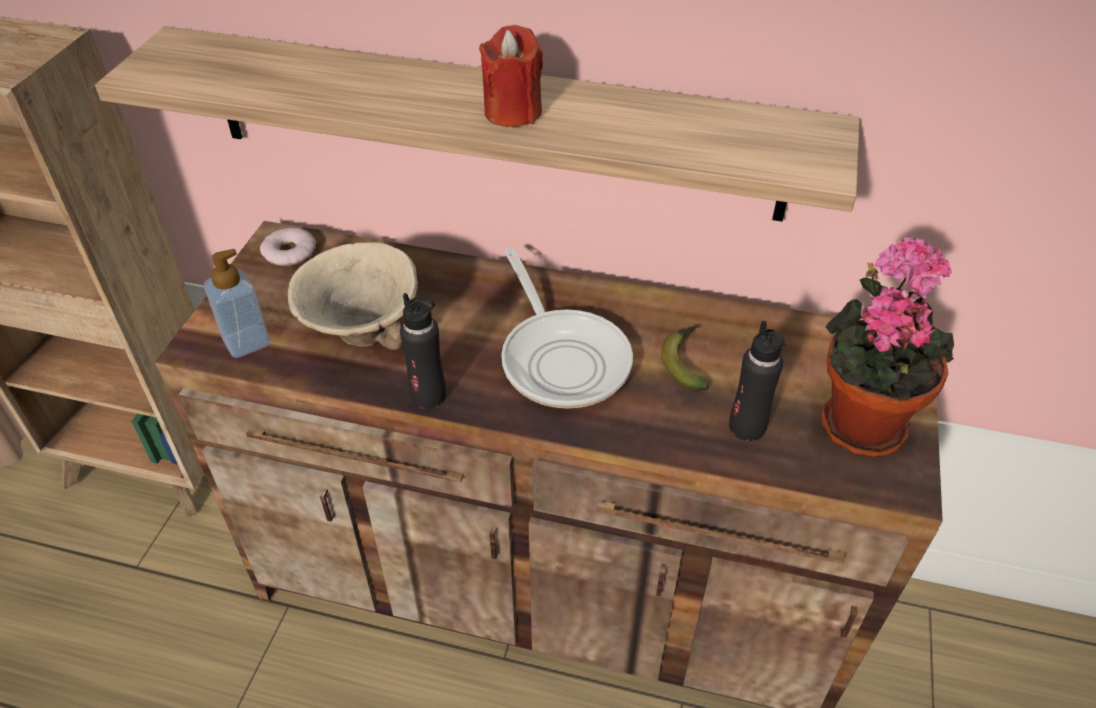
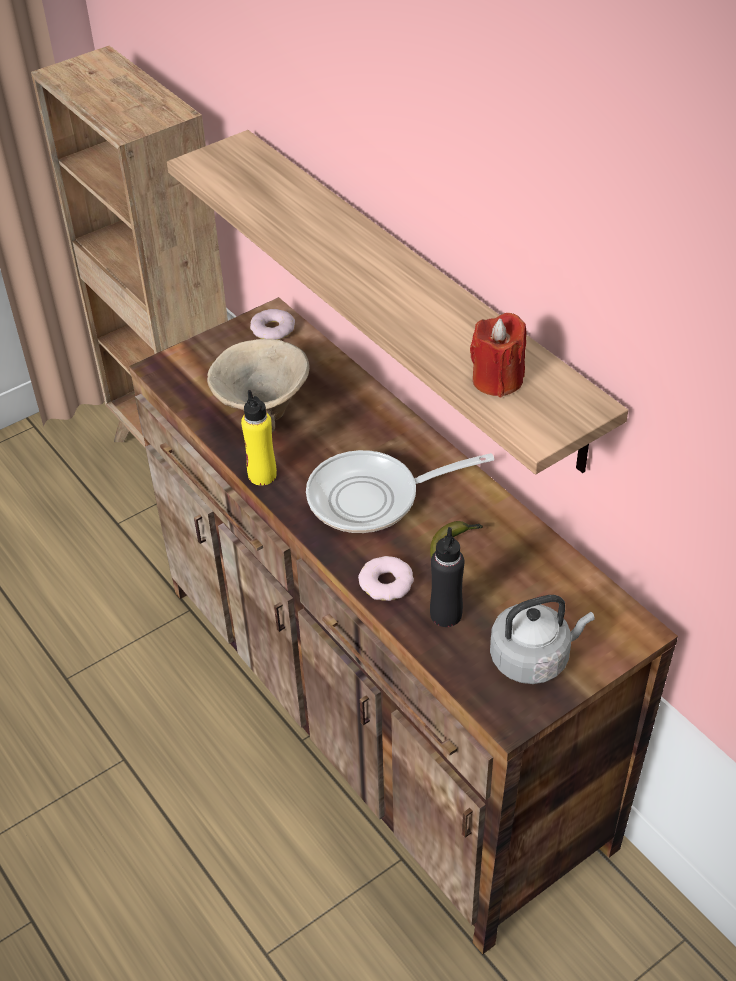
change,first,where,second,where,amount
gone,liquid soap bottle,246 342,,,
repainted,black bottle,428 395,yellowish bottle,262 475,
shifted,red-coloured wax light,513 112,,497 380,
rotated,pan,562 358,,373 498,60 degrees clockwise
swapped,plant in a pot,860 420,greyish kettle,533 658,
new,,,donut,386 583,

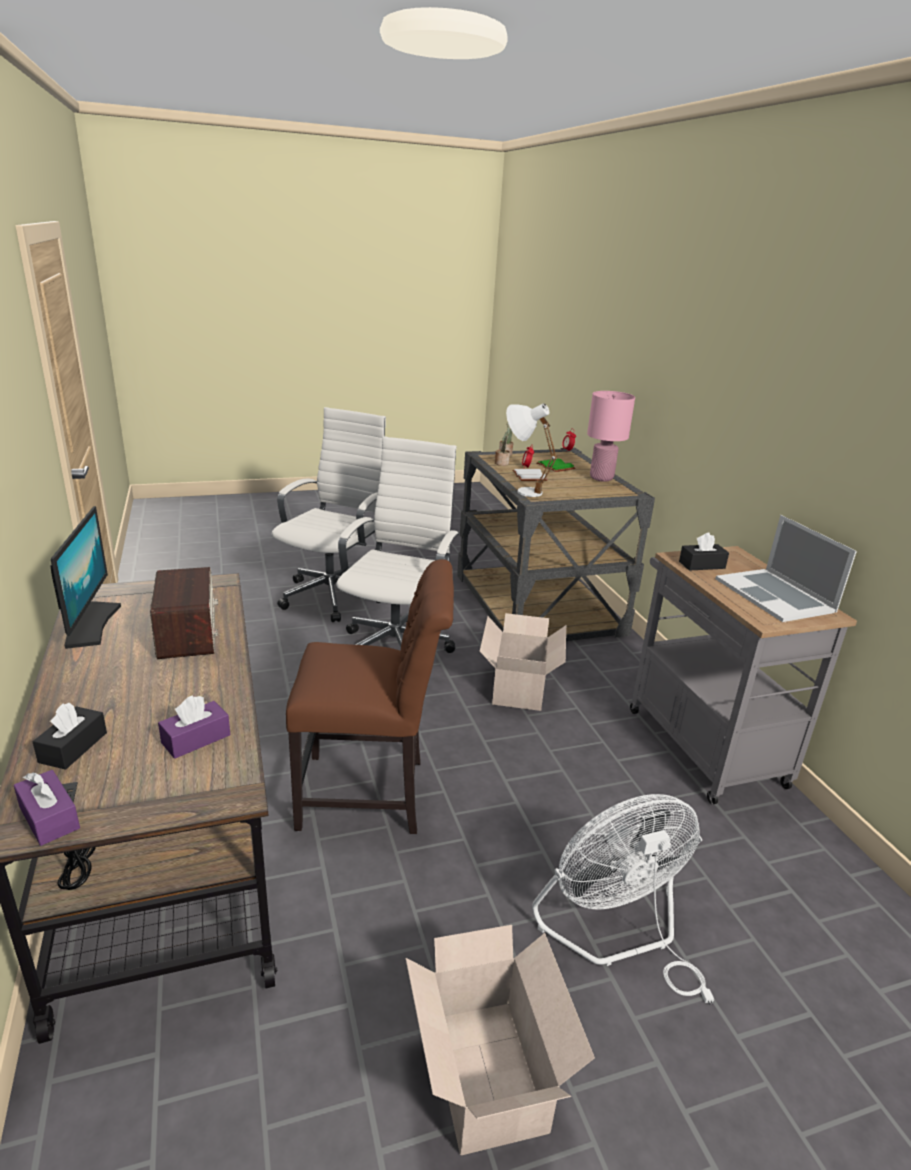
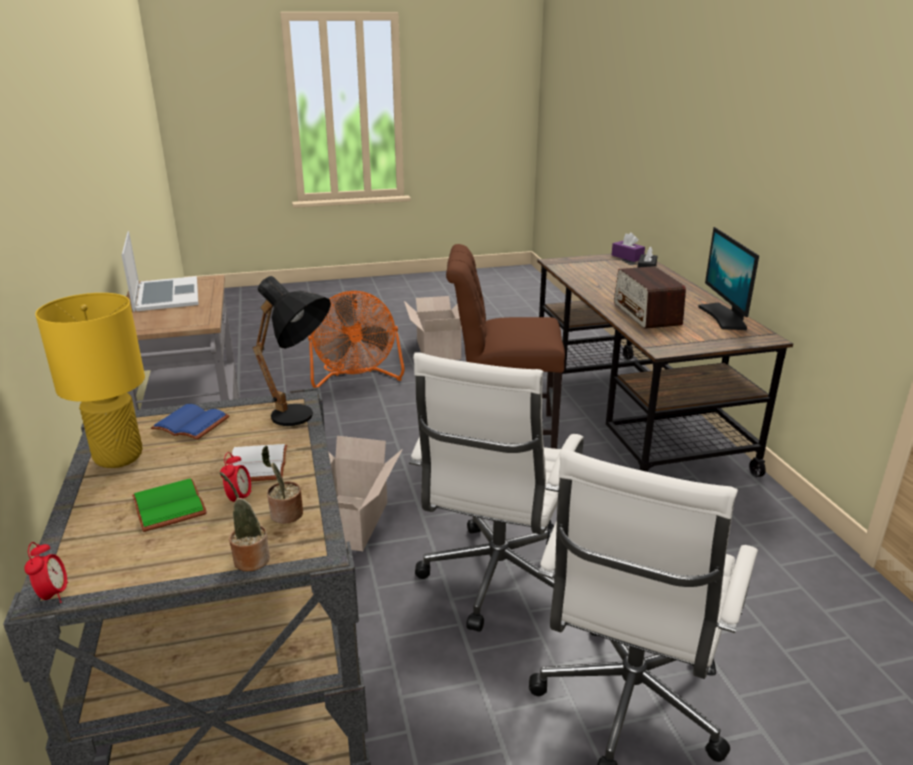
change,first,where,second,where,amount
gone,purplish tissue holder,196 739,,,
repainted,whitish lamp for a table,522 490,black lamp for a table,301 421,
repainted,whitish fan,627 934,orangey fan,352 378,
repainted,pinkish lamp for a table,600 479,yellowish lamp for a table,120 460,
gone,black tissue holder,702 565,,,
new,,,blue book,193 423,

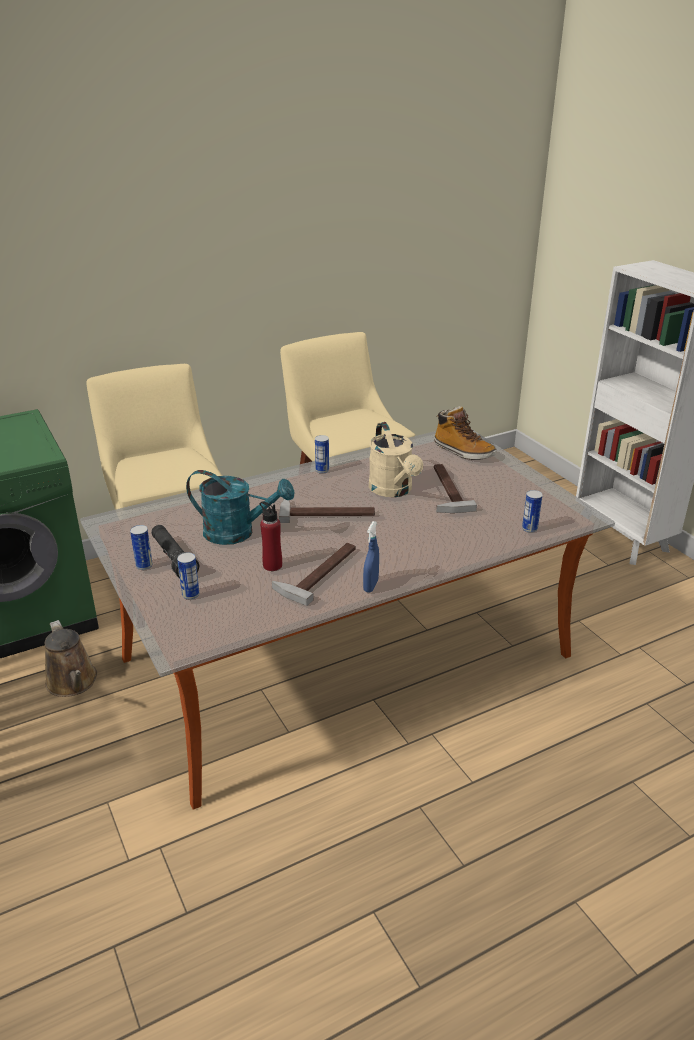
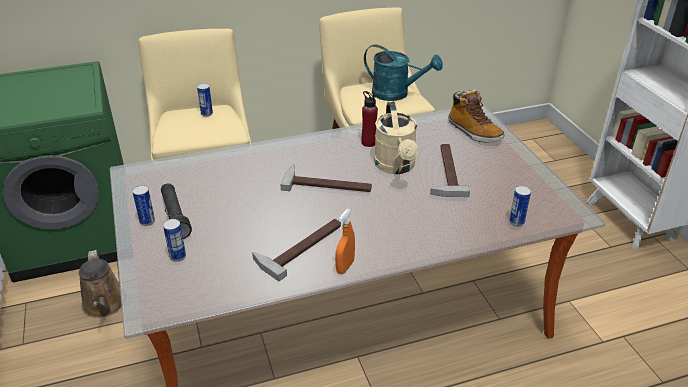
change,first,where,second,where,amount
shifted,turquoise sprinkling can,238 533,,397 94,
shifted,red-coloured bottle,272 565,,368 142,
shifted,metal can,322 470,,207 113,
repainted,blue sprayer,371 586,orangey sprayer,345 267,

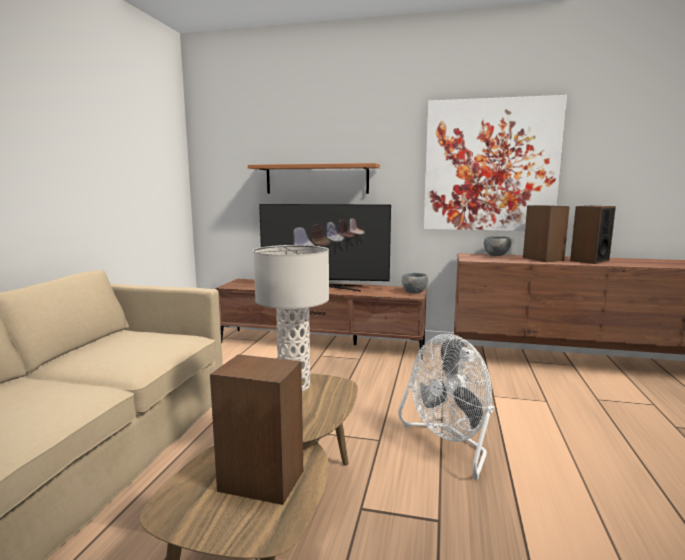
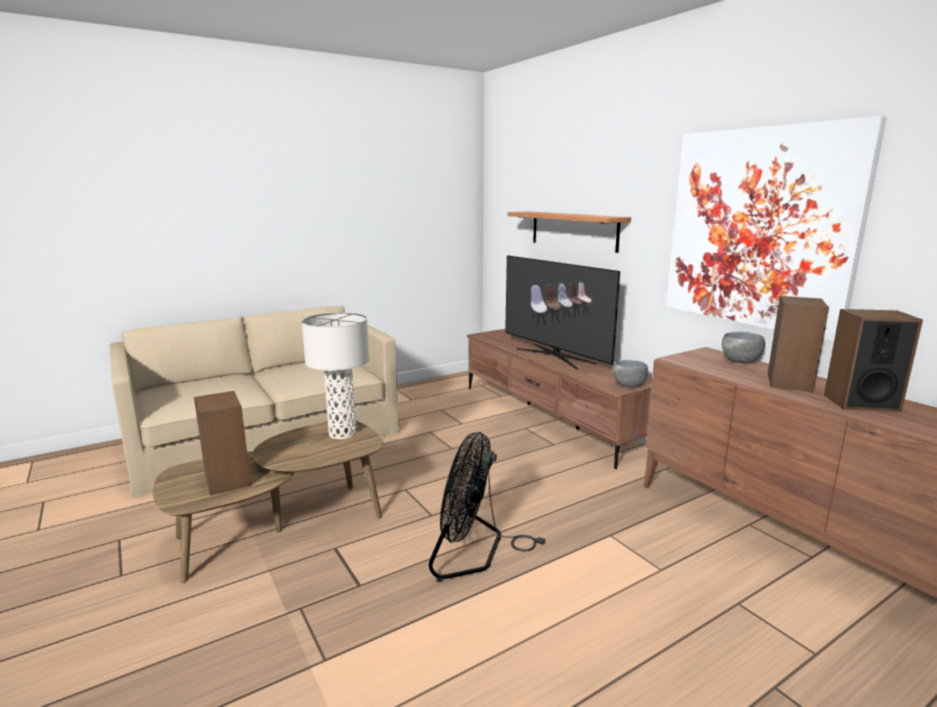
change,first,where,second,where,amount
repainted,whitish fan,451 442,black fan,479 547,

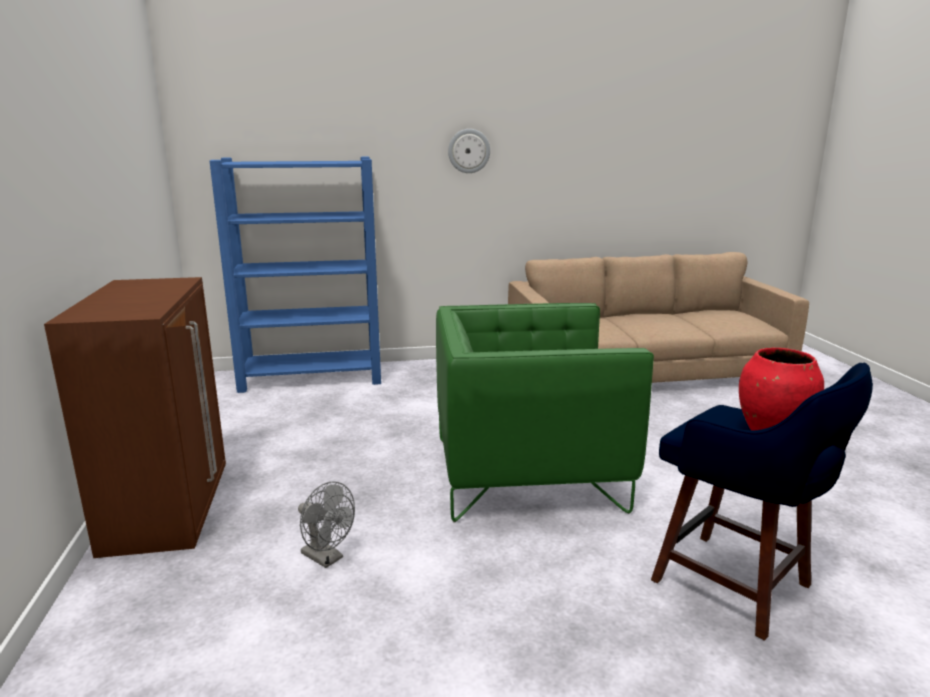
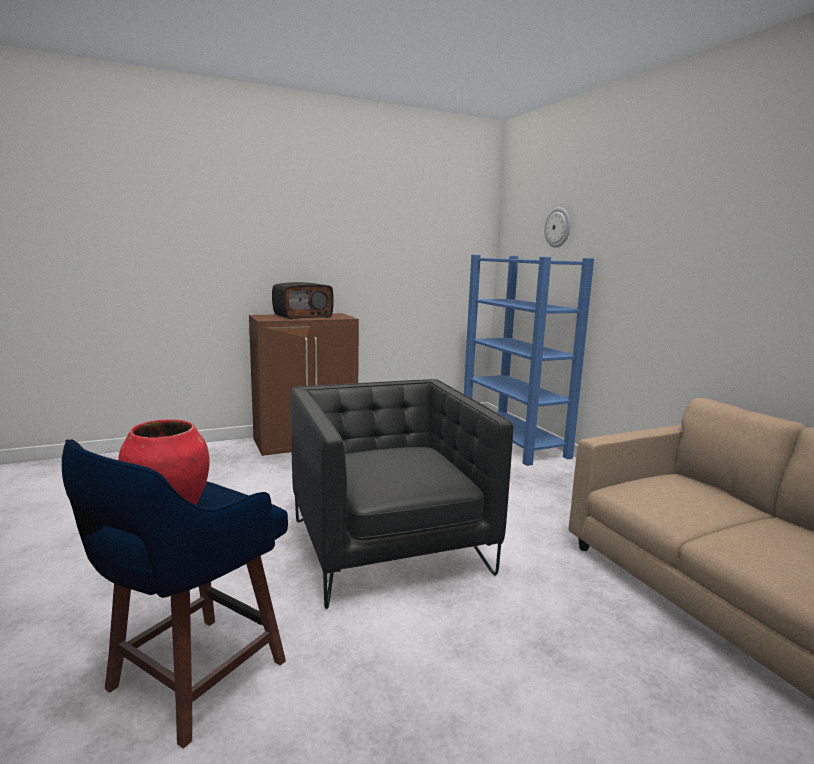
change,first,where,second,where,amount
gone,greyish fan,327 558,,,
repainted,green armchair,528 473,black armchair,388 548,
shifted,wall clock,469 151,,558 227,
new,,,radio receiver,303 316,

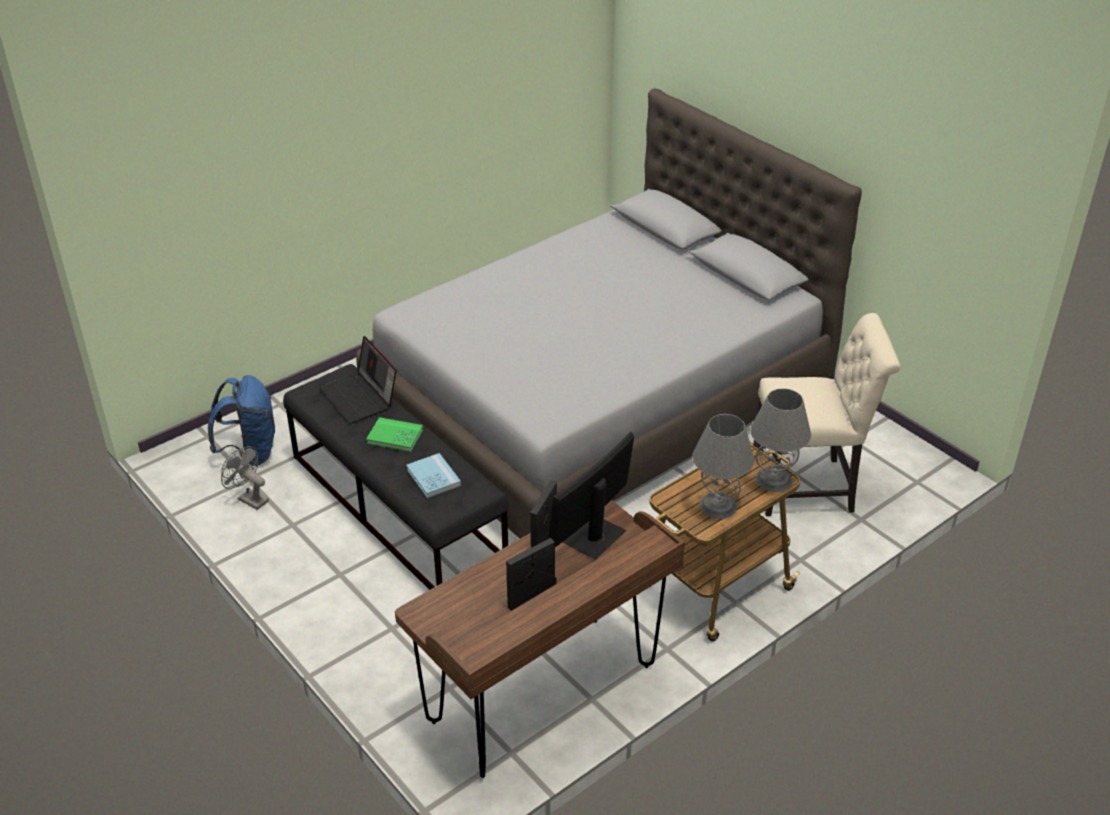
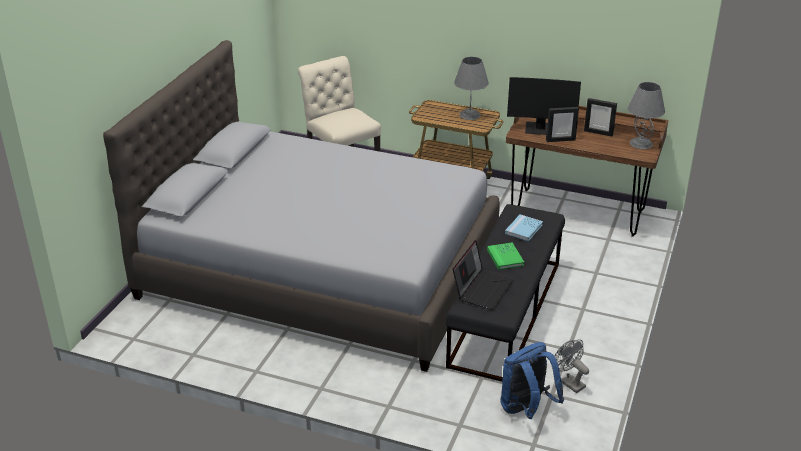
change,first,where,second,where,amount
rotated,greyish fan,249 499,,568 382,135 degrees clockwise
shifted,greyish lamp for a table,773 480,,641 143,

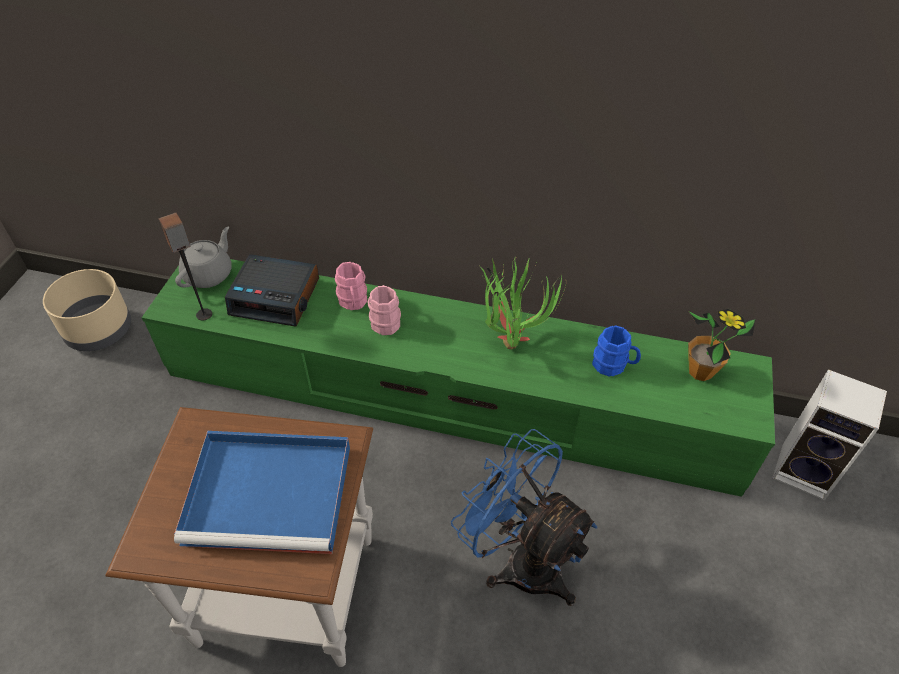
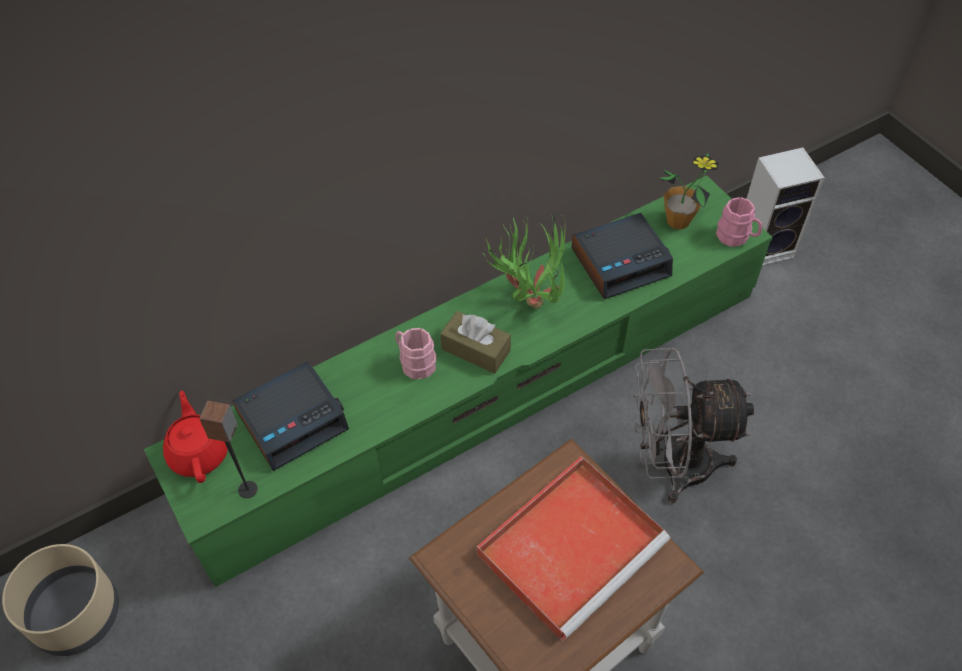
change,first,where,second,where,amount
repainted,blue carrying tray,272 493,red-coloured carrying tray,573 545,
repainted,greyish pot for tea,209 274,red-coloured pot for tea,199 452,
shifted,pinkish mug,353 303,,736 237,
repainted,blue fan,521 560,greyish fan,672 465,
swapped,blue mug,614 365,table clock,621 262,
new,,,brown tissue holder,475 350,

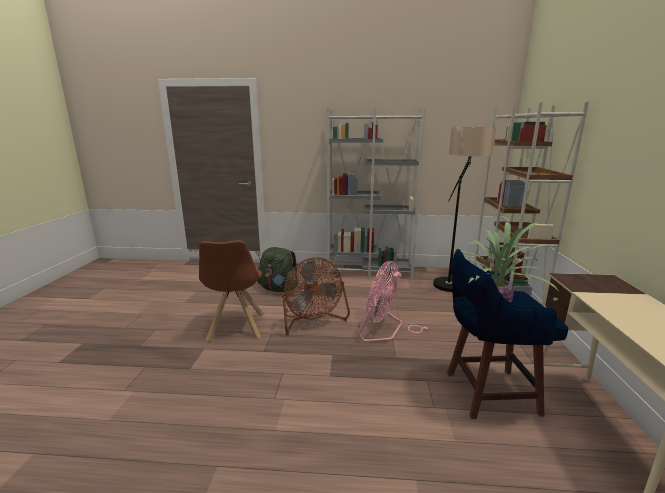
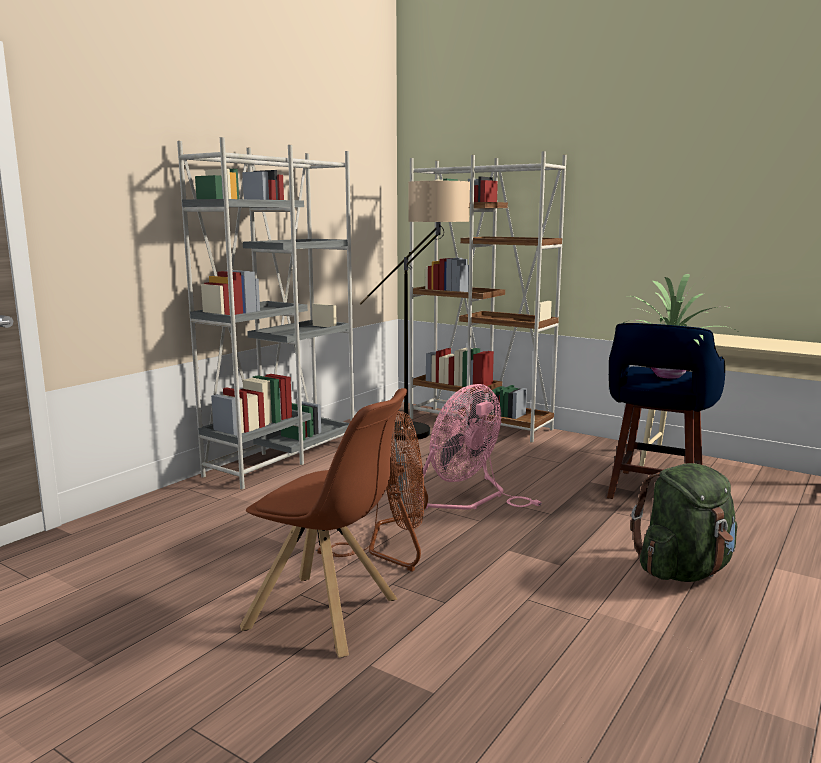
change,first,where,second,where,amount
shifted,green rucksack,278 289,,684 571,
rotated,pinkish fan,388 328,,476 497,75 degrees clockwise

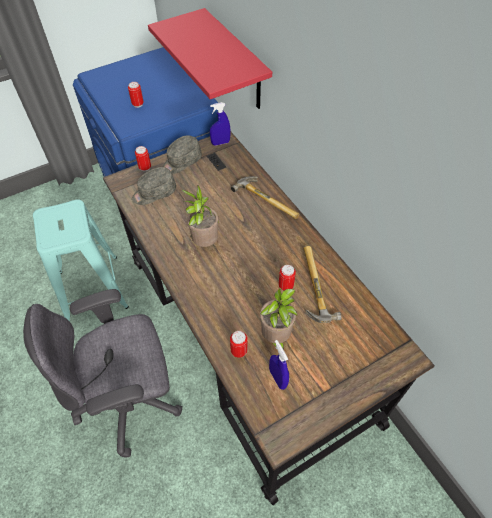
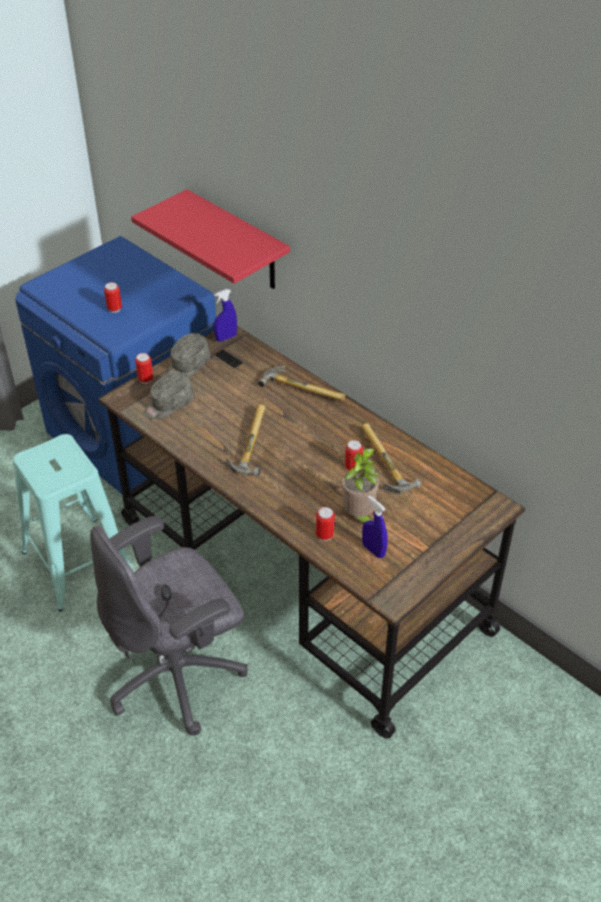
change,first,where,second,where,amount
swapped,plant in a pot,204 242,hand hammer,247 443,

